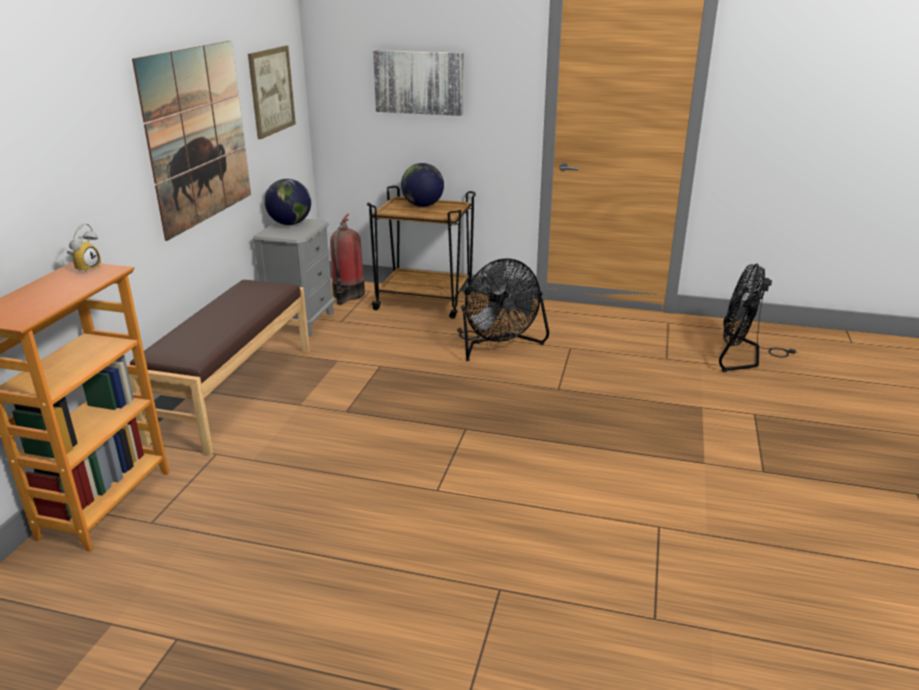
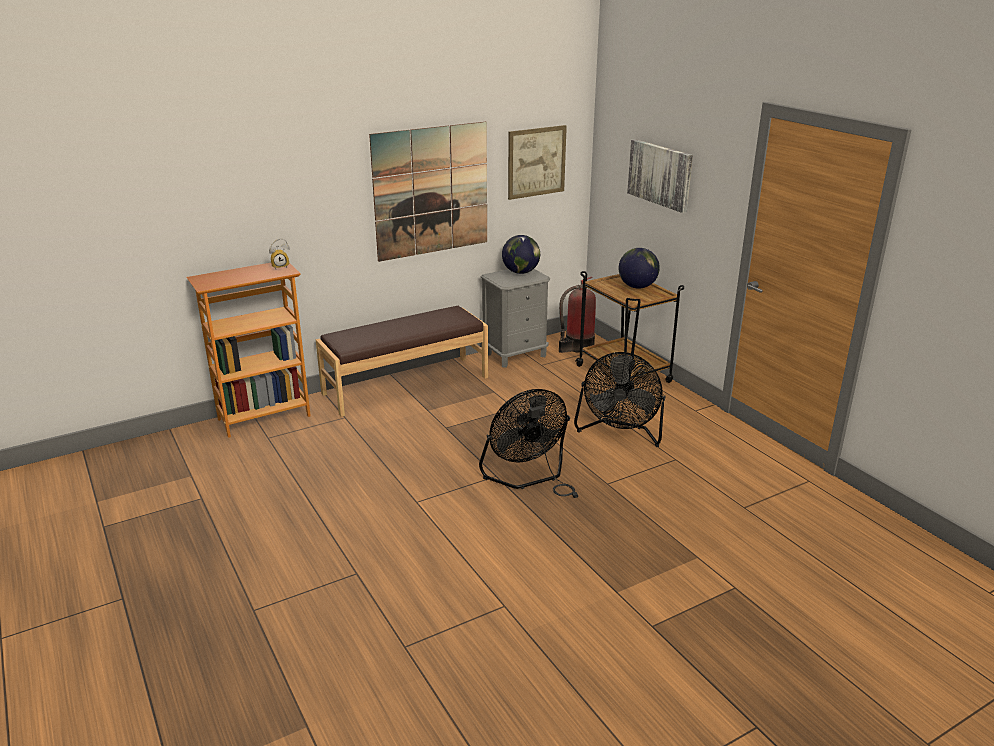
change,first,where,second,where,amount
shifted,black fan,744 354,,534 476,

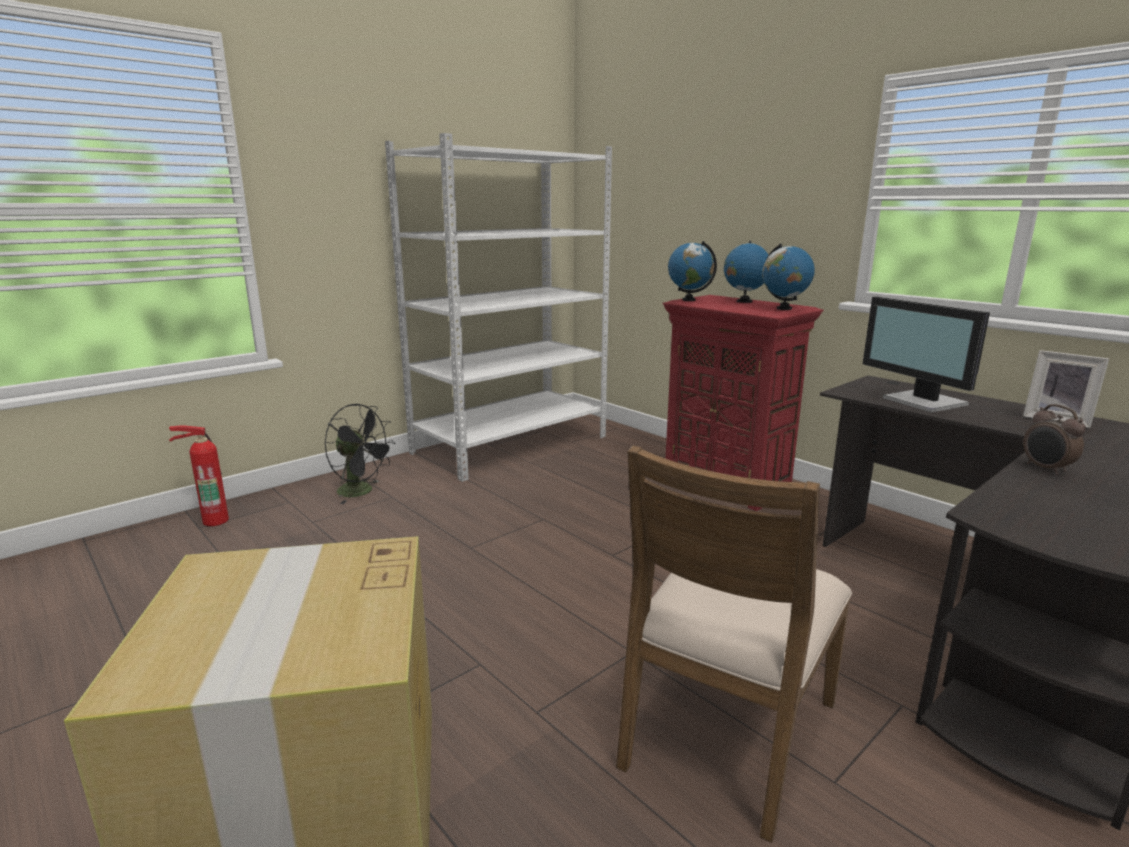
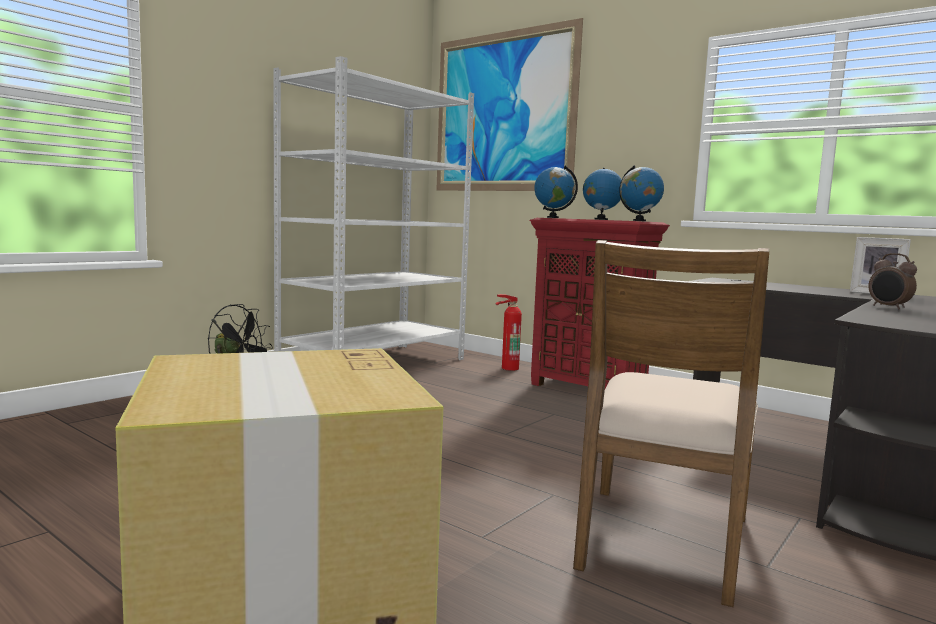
change,first,where,second,where,amount
shifted,fire-fighting cylinder,214 520,,508 368,
gone,computer screen,923 402,,,
new,,,wall picture,503 112,

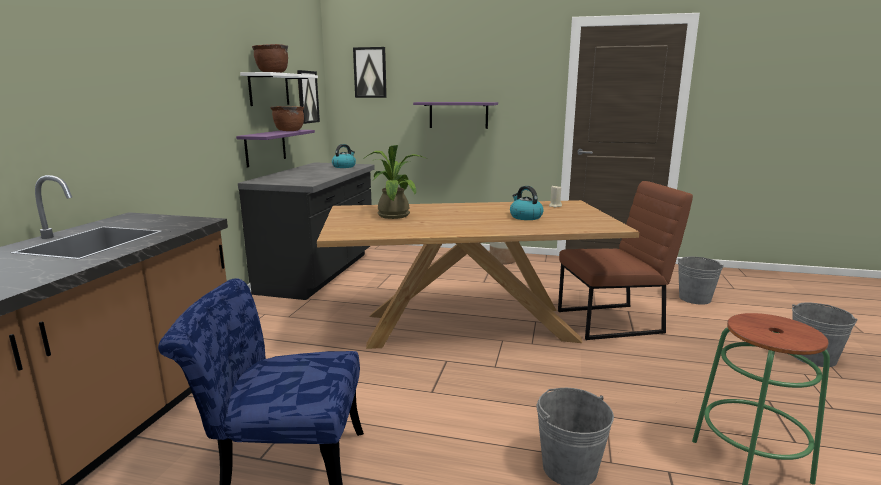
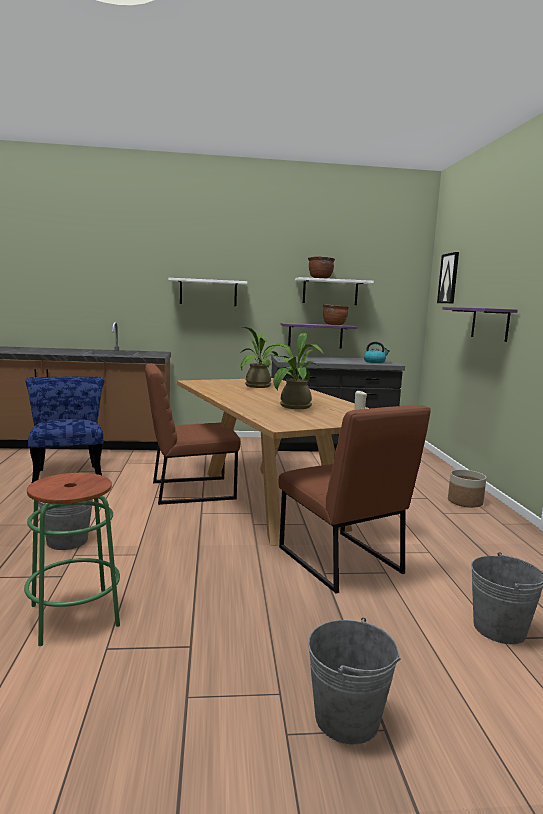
change,first,where,second,where,amount
gone,wall picture,307 97,,,
swapped,kettle,525 217,plant in a pot,293 407,
new,,,brown plain chair,190 490,
new,,,whitish bracket shelf,208 292,

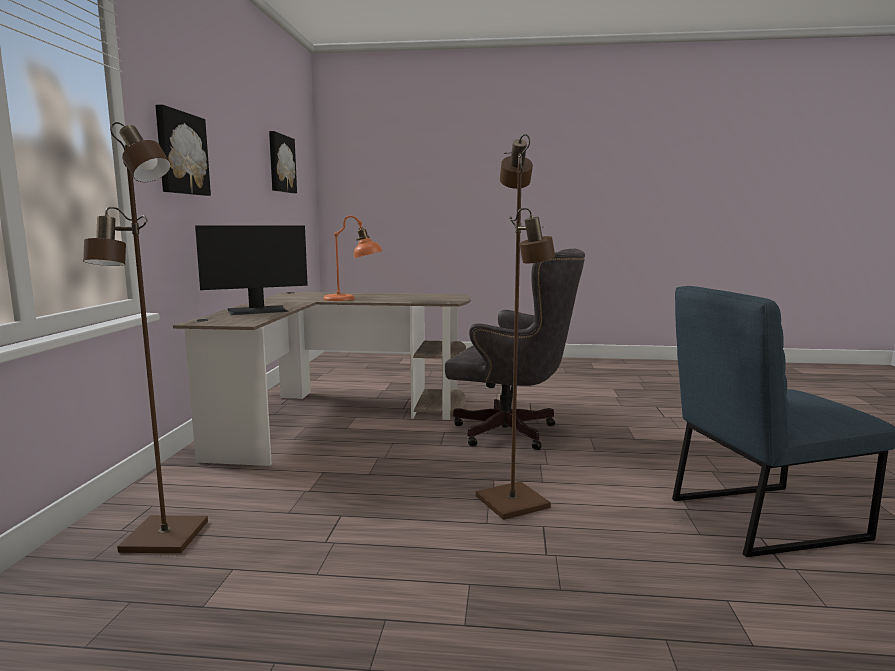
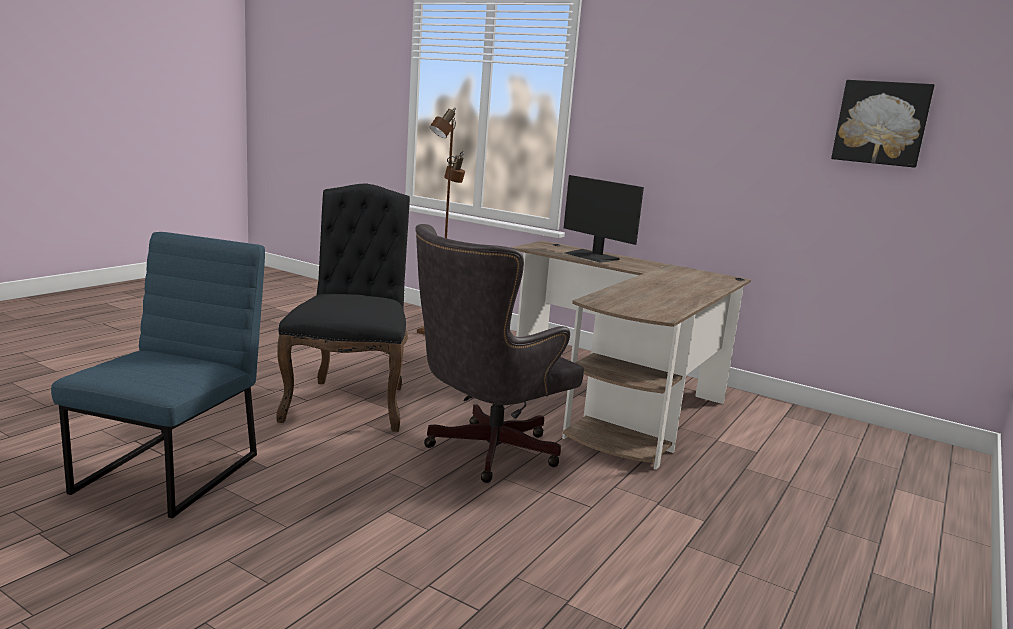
change,first,where,second,where,amount
gone,wall picture,181 153,,,
rotated,computer screen,258 310,,592 256,45 degrees counterclockwise
gone,orangey lamp for a table,352 299,,,
swapped,brown standard lamp,512 502,black plain chair,351 403,

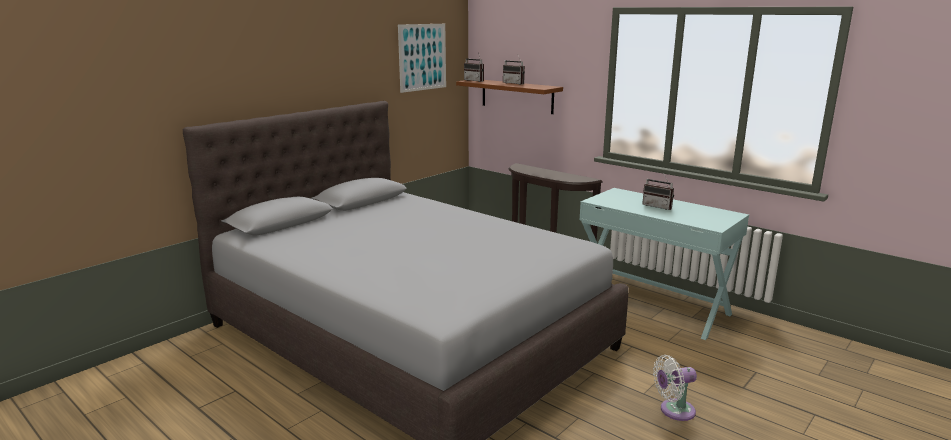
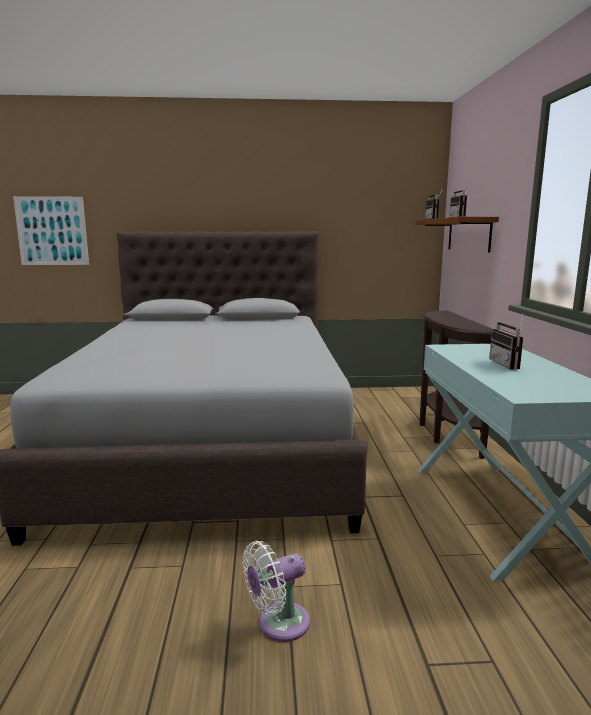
change,first,where,second,where,amount
shifted,wall picture,422 57,,52 231,
rotated,whitish fan,674 411,,278 624,60 degrees counterclockwise

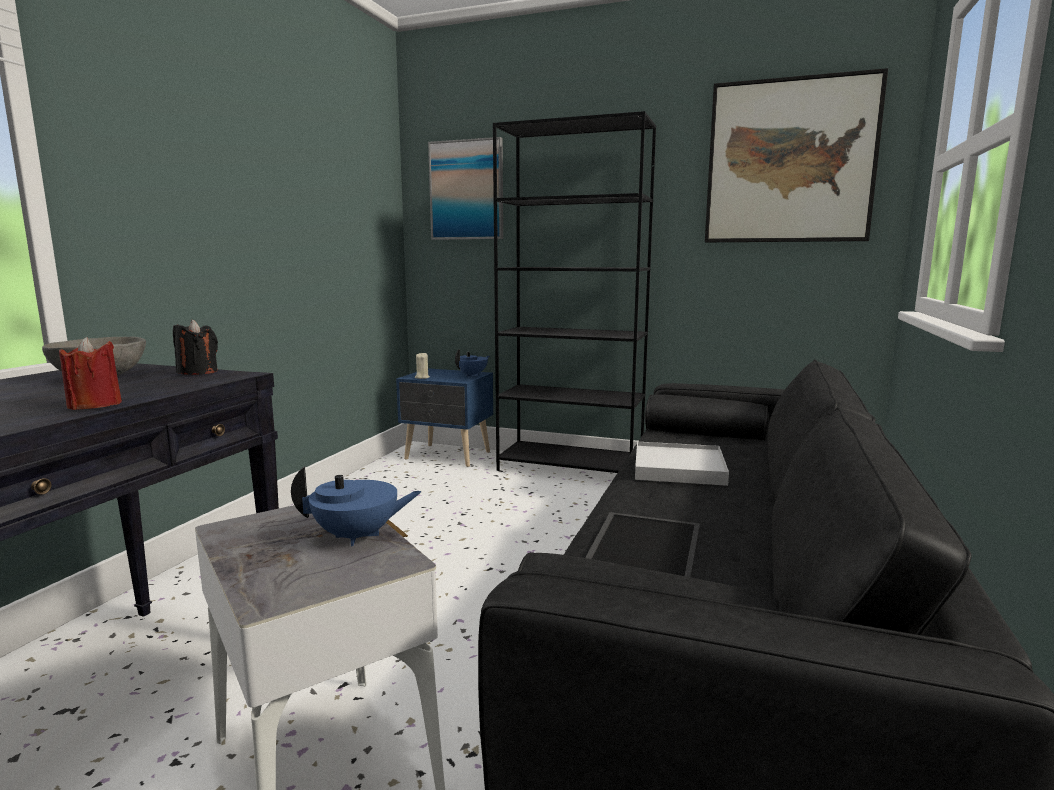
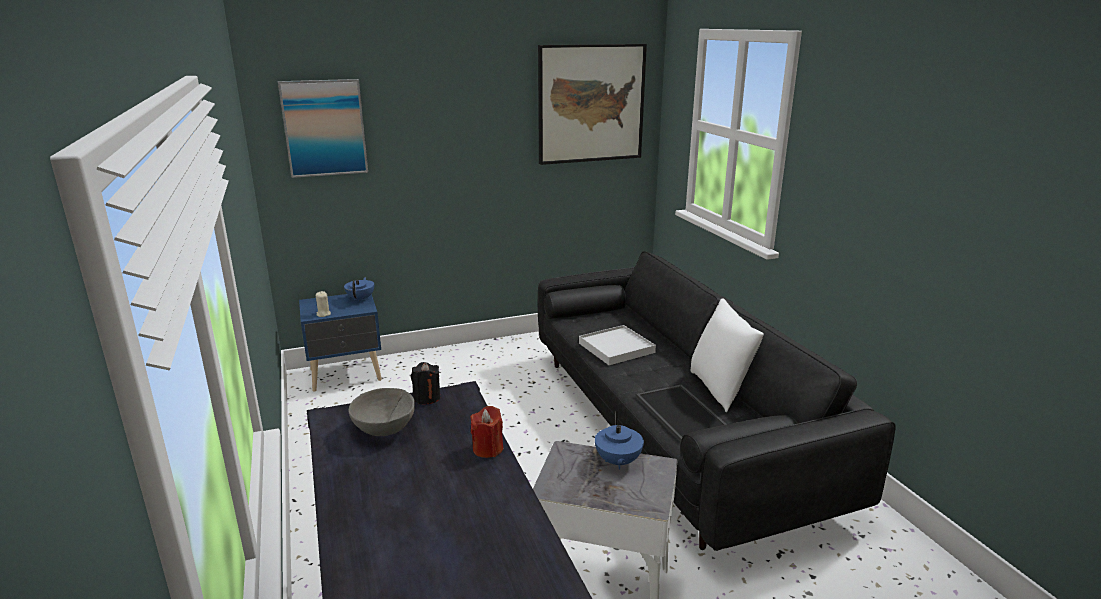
change,first,where,second,where,amount
rotated,blue pot for tea,357 536,,617 462,135 degrees clockwise
gone,black bookcase,571 468,,,
new,,,whitish pillow,719 389,

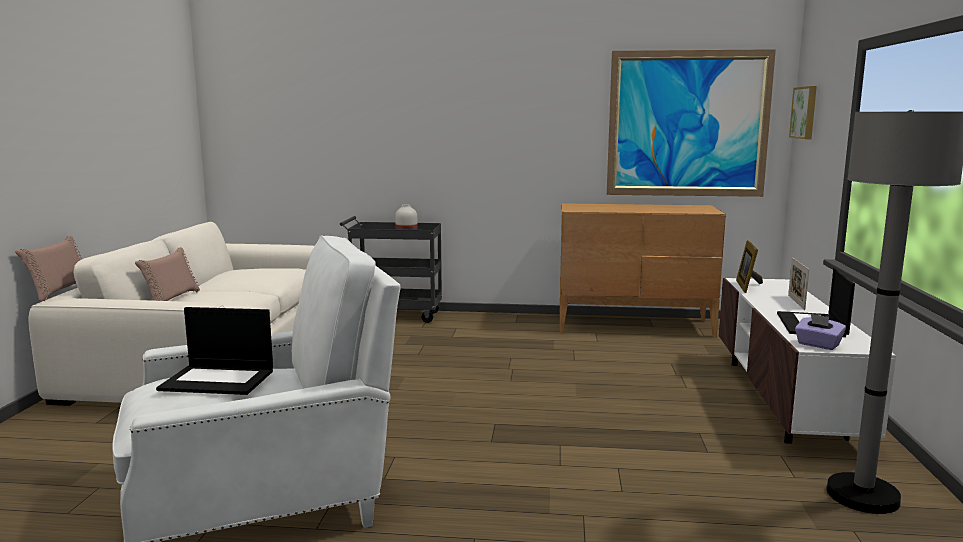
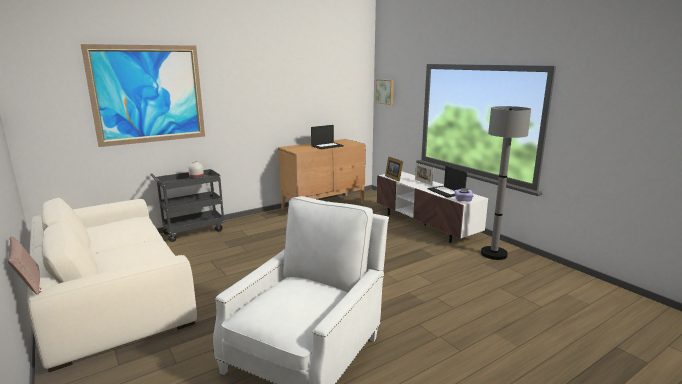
change,first,where,second,where,amount
gone,beige pillow,171 299,,,
shifted,notebook computer,219 380,,327 146,
shifted,wall picture,688 124,,148 94,

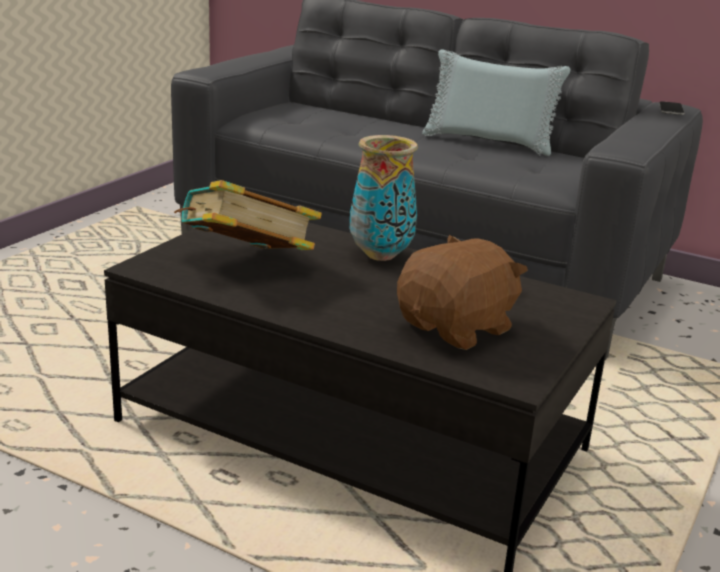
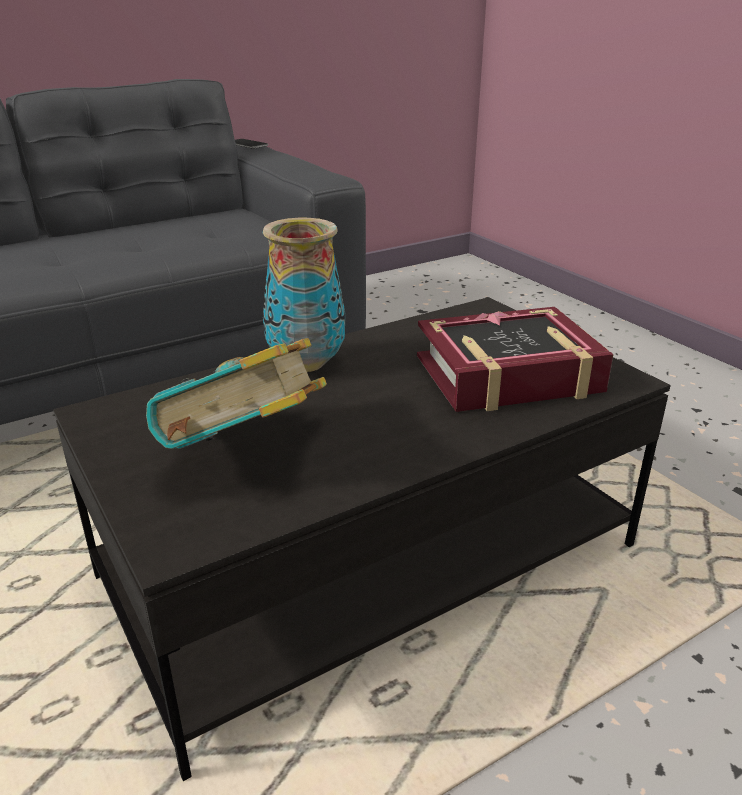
change,first,where,second,where,amount
swapped,brown plush toy,457 328,book,508 375,
gone,blue pillow,488 143,,,

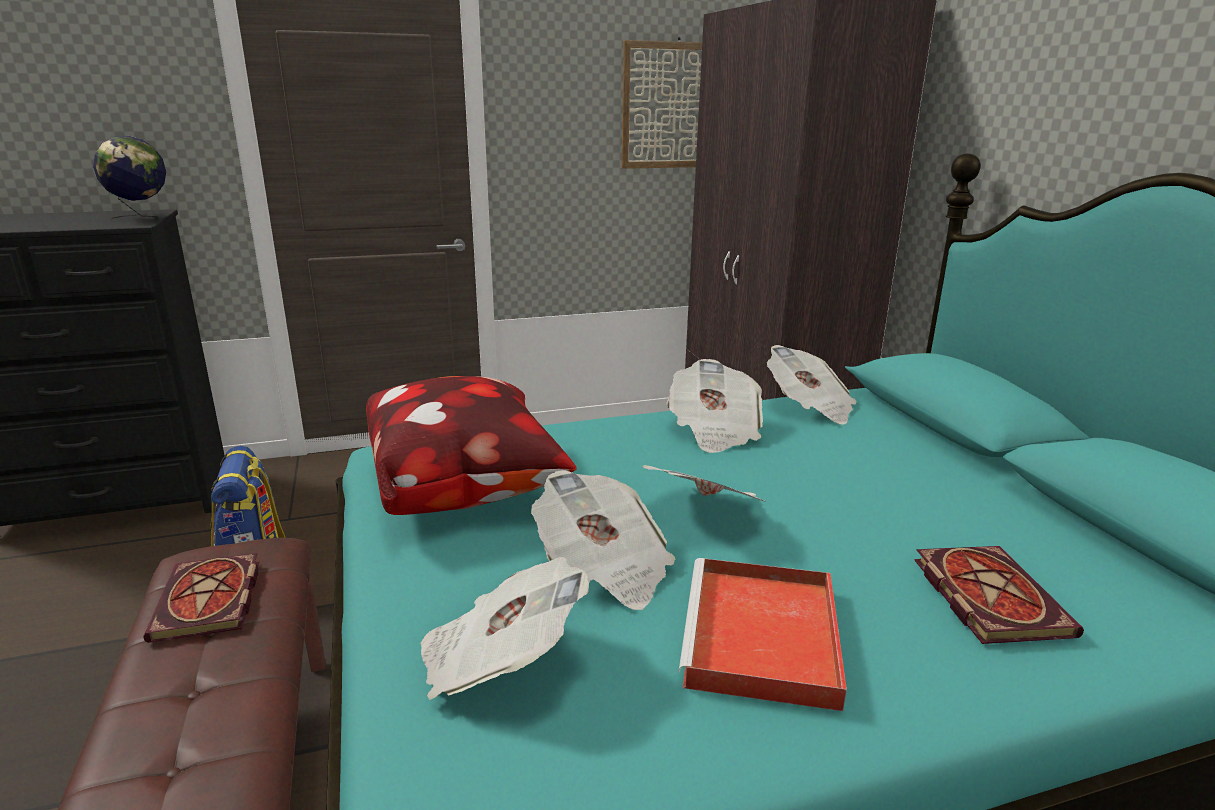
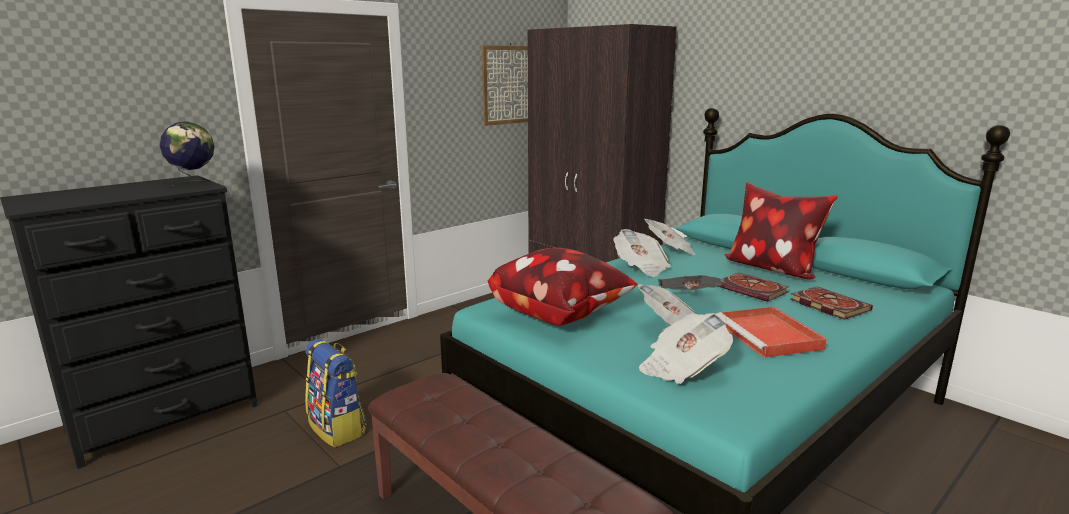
change,first,where,second,where,amount
shifted,book,210 602,,753 290,
new,,,pillow,772 269,

